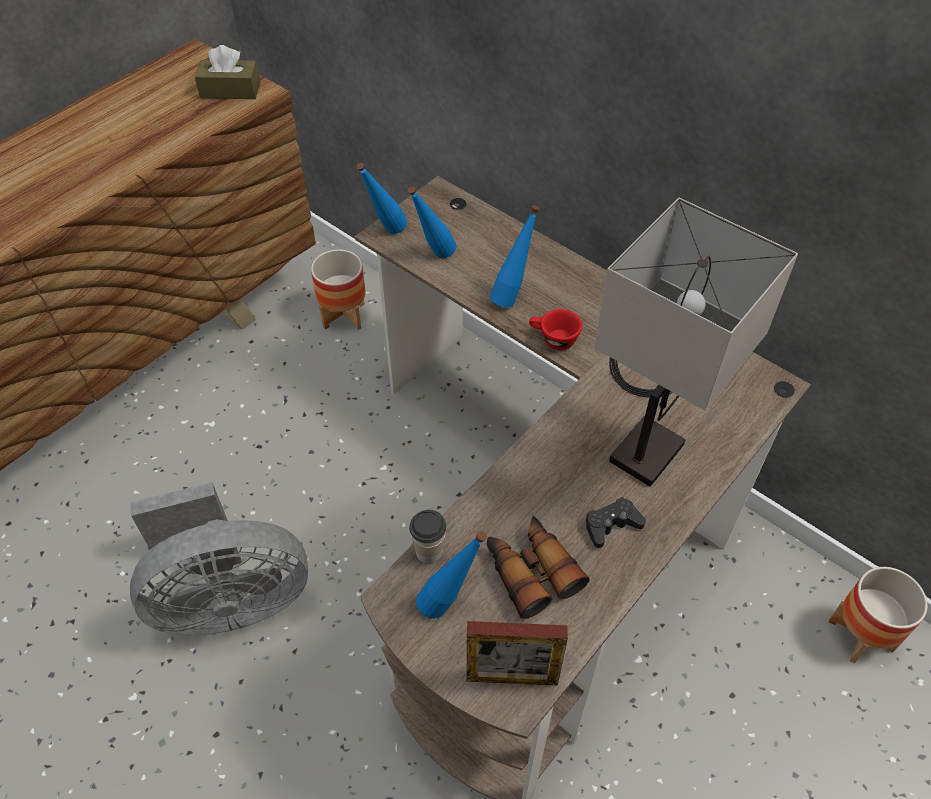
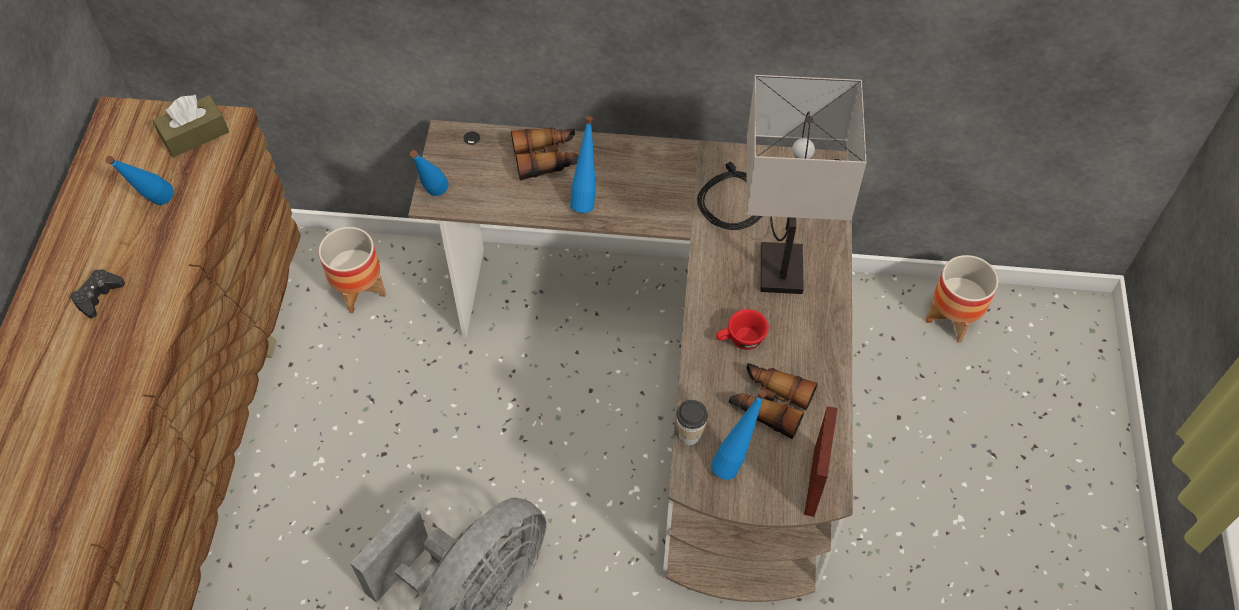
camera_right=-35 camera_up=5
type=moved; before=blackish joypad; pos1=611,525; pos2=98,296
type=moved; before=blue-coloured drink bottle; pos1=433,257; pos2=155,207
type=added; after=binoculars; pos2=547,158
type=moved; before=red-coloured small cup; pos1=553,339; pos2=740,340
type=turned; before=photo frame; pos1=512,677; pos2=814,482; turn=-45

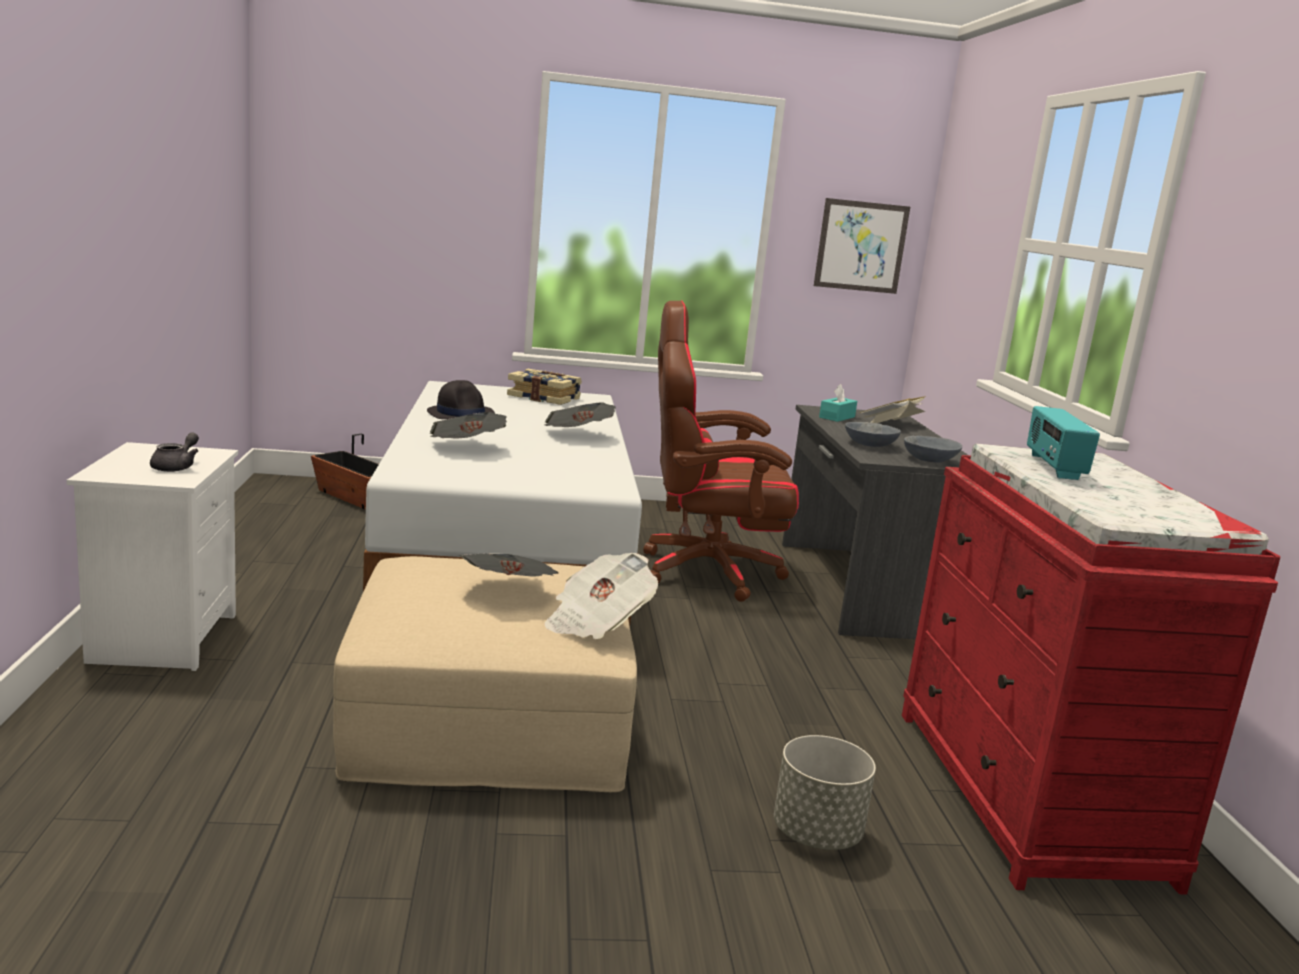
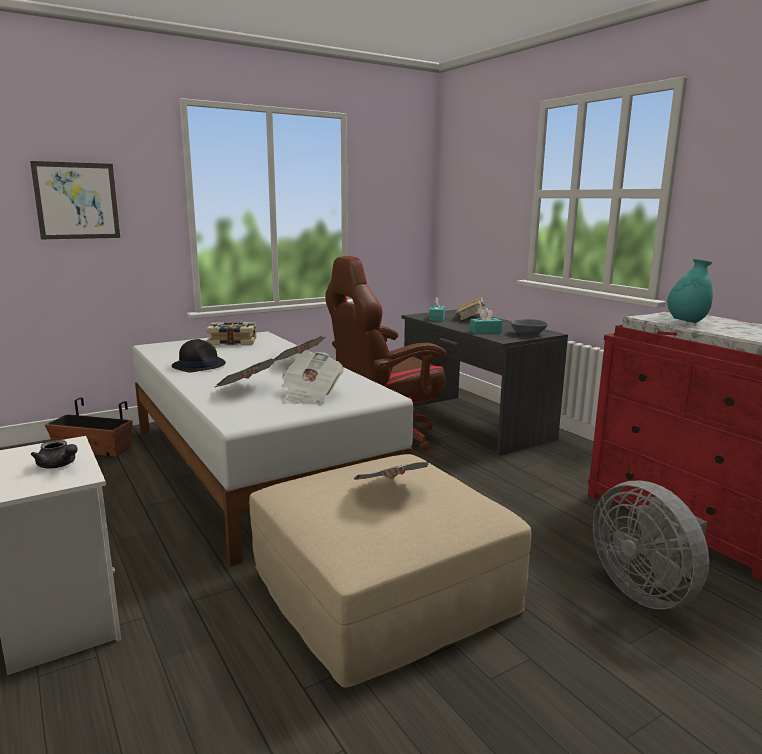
camera_right=-25 camera_up=0
type=moved; before=picture; pos1=861,246; pos2=77,201
type=turned; before=grey pot for tea; pos1=176,467; pos2=58,465; turn=135
type=moved; before=daily paper; pos1=597,622; pos2=310,395
type=replaced; before=grey serving bowl; after=turquoise-coloured box of tissues; pos1=869,445; pos2=485,331
type=replaced; before=grey plant pot; after=grey fan; pos1=817,835; pos2=646,591
type=replaced; before=radio; after=turquoise-coloured flower vase; pos1=1053,467; pos2=686,322

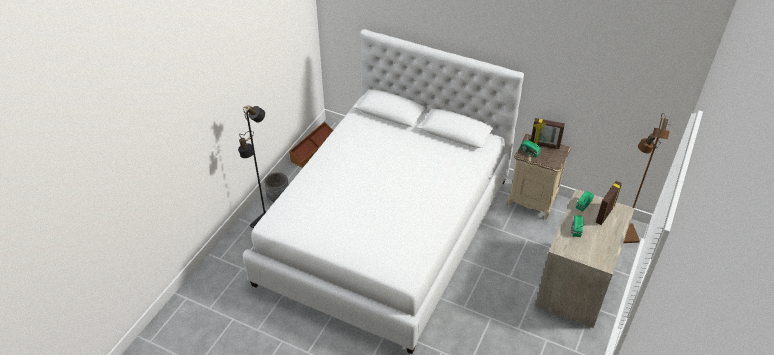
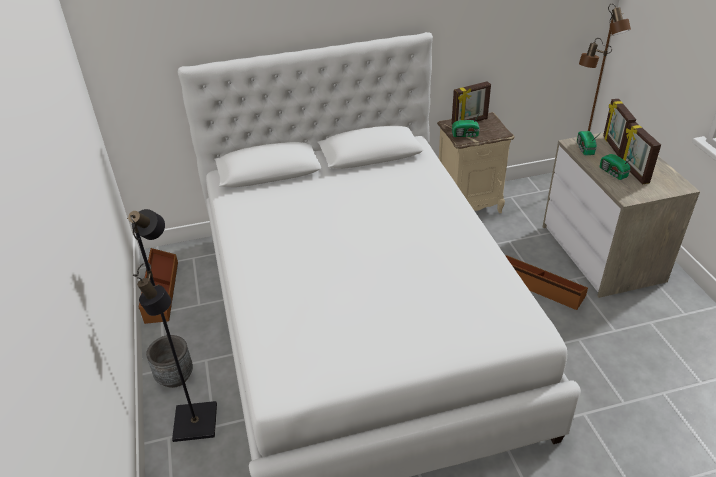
camera_right=-40 camera_up=-5
type=added; after=brownish storage box; pos2=538,286
type=added; after=photo frame; pos2=633,172

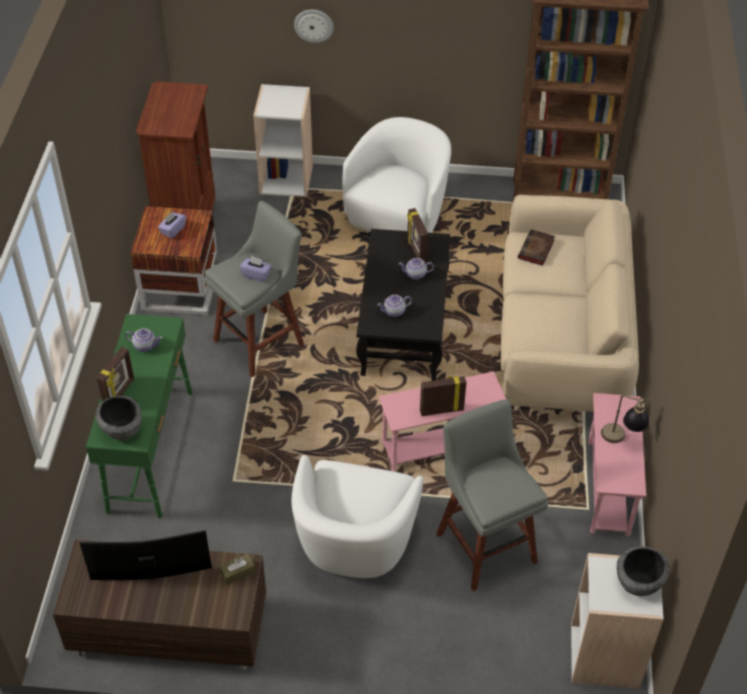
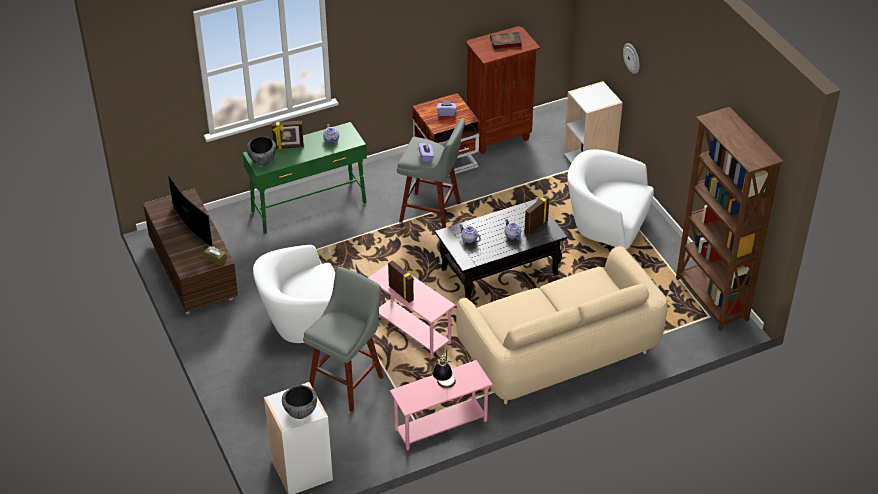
camera_right=60 camera_up=-5
type=moved; before=book; pos1=536,250; pos2=505,42
type=turned; before=white-coloured lounge chair; pos1=398,216; pos2=606,226; turn=-150

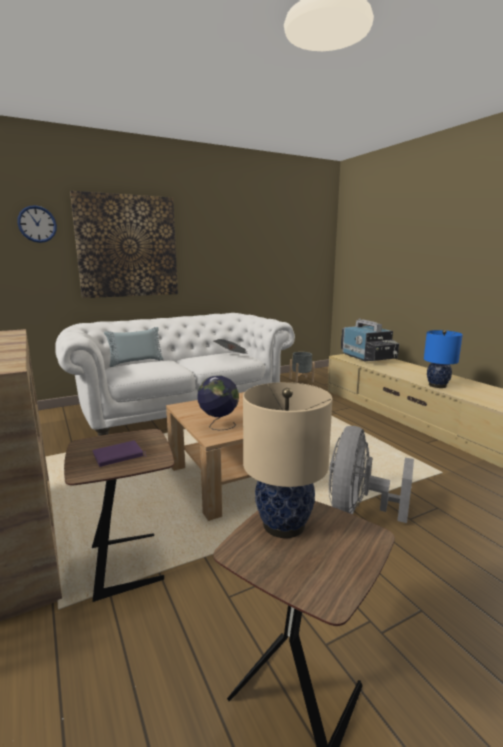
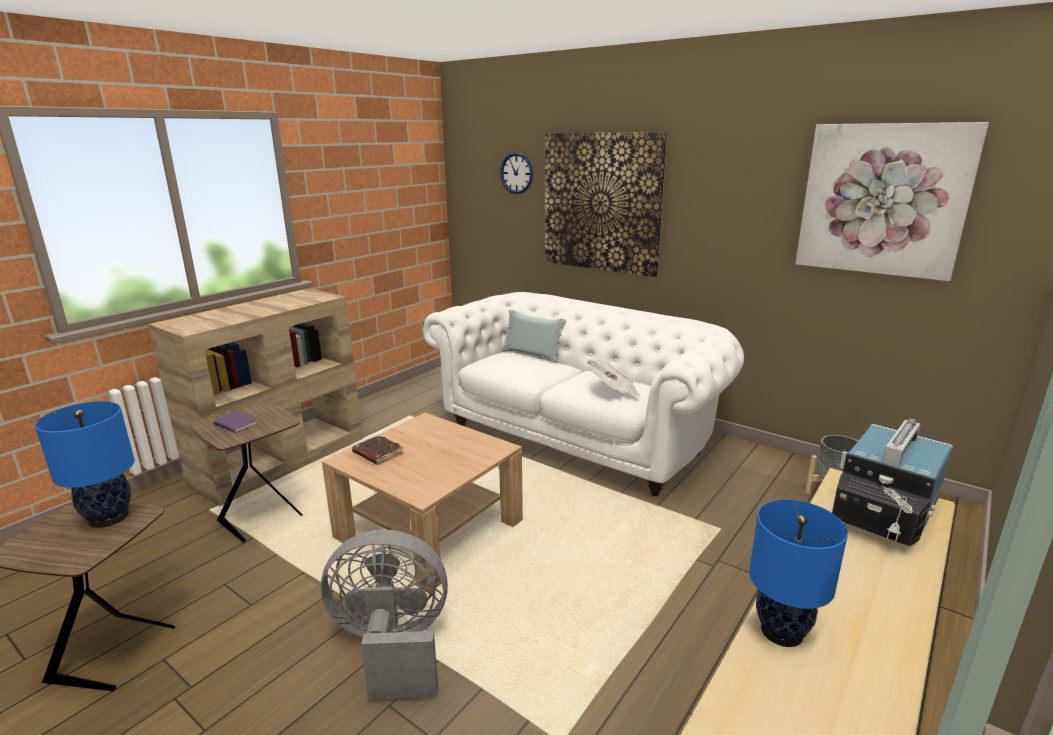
camera_right=65 camera_up=5
type=recoloured; before=sand-coloured lamp for a table; after=blue-coloured lamp for a table; pos1=283,524; pos2=109,517
type=replaced; before=desk globe; after=brownish book; pos1=218,426; pos2=377,453
type=added; after=picture; pos2=882,200

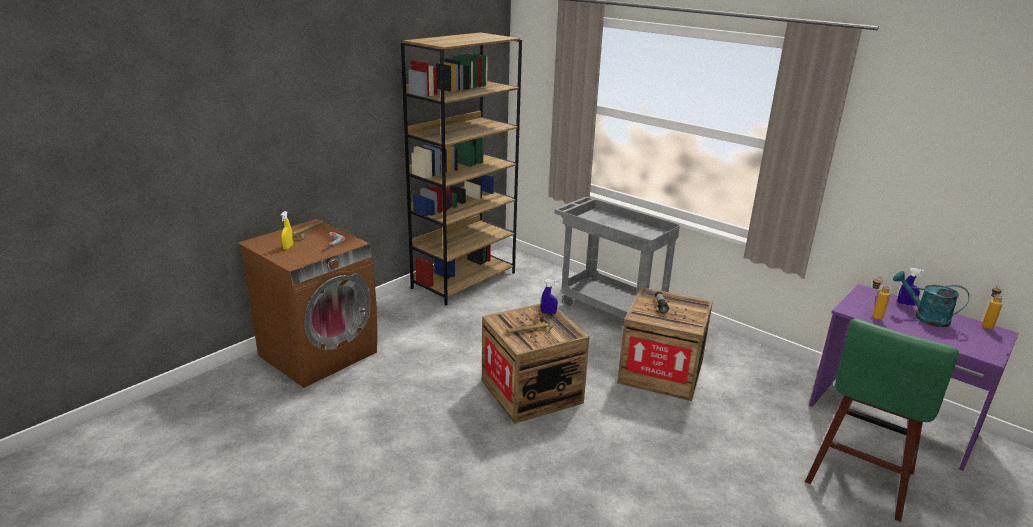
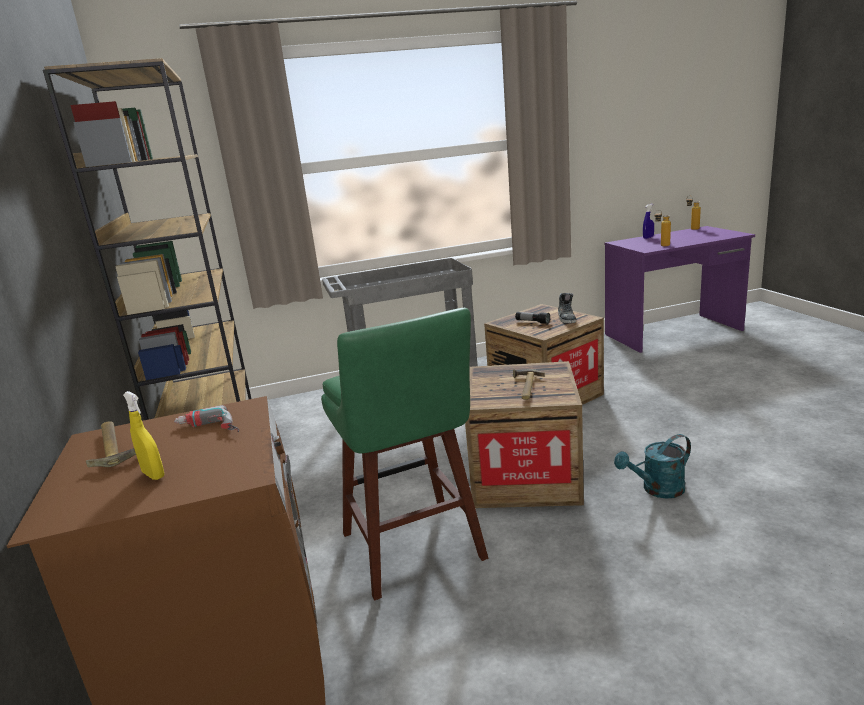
camera_right=-55 camera_up=-5
type=moved; before=greenish stool; pos1=858,479; pos2=414,549
type=added; after=shoe; pos2=566,318
type=moved; before=turquoise-coloured watering can; pos1=925,317; pos2=657,490
type=removed; before=blue-coloured sprayer; pos1=548,313

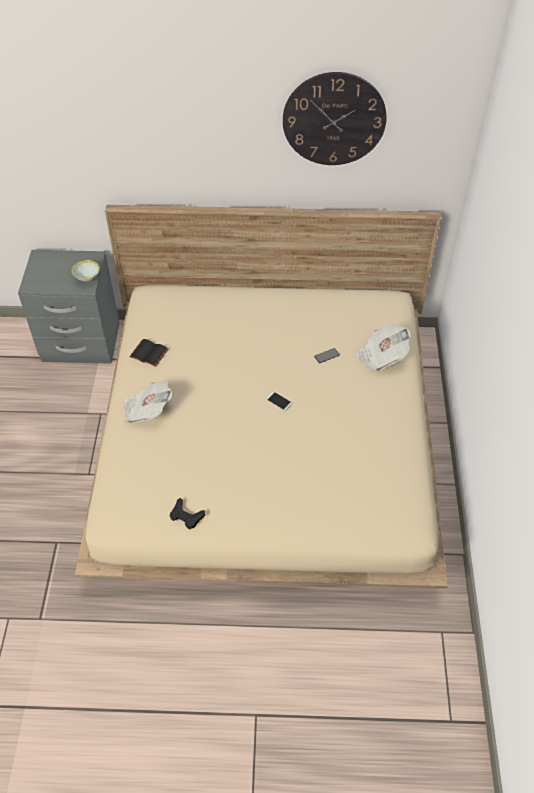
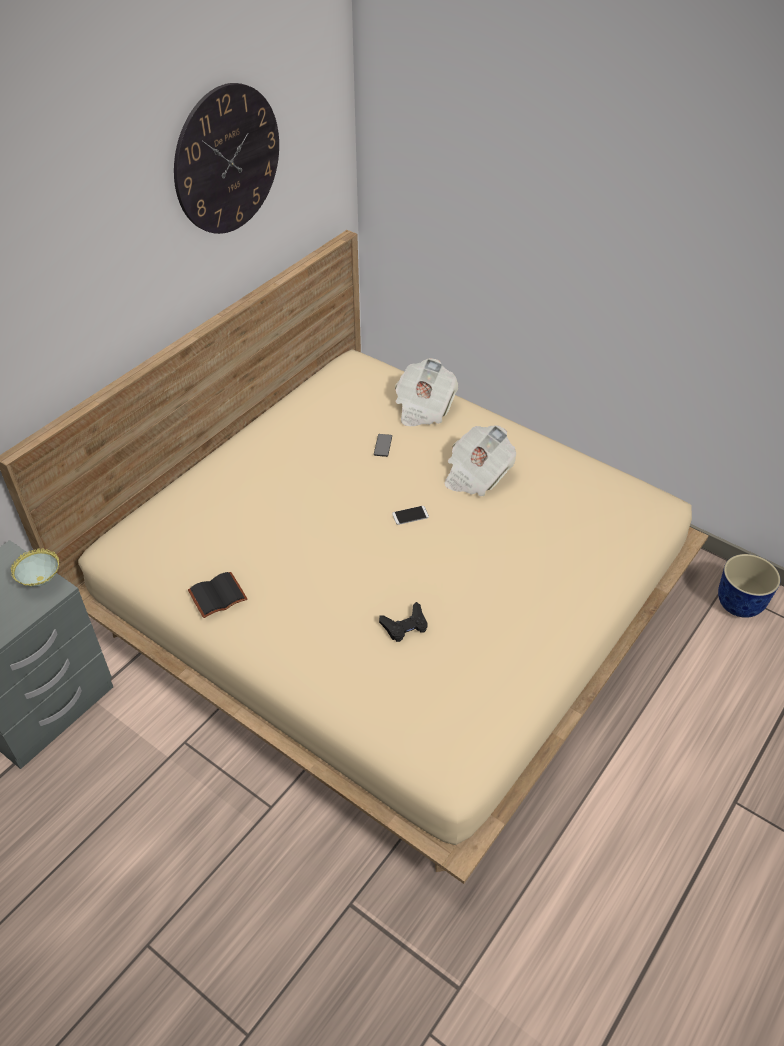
camera_right=-55 camera_up=-5
type=moved; before=blackish joypad; pos1=186,516; pos2=405,626
type=moved; before=daily paper; pos1=147,410; pos2=476,475
type=added; after=plant pot; pos2=739,604

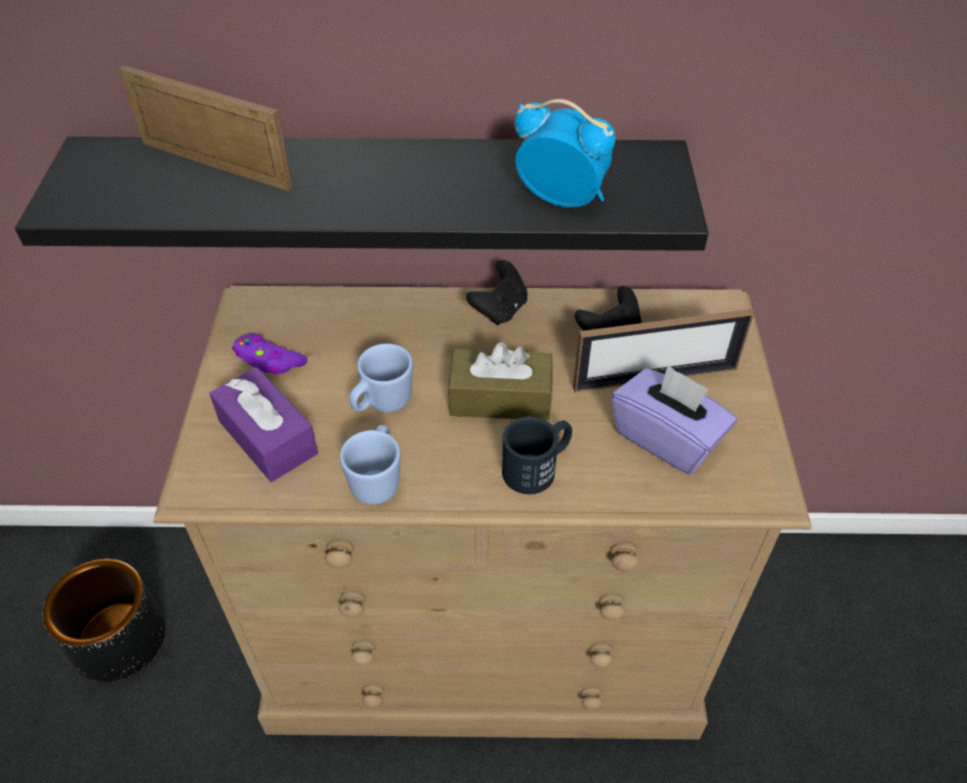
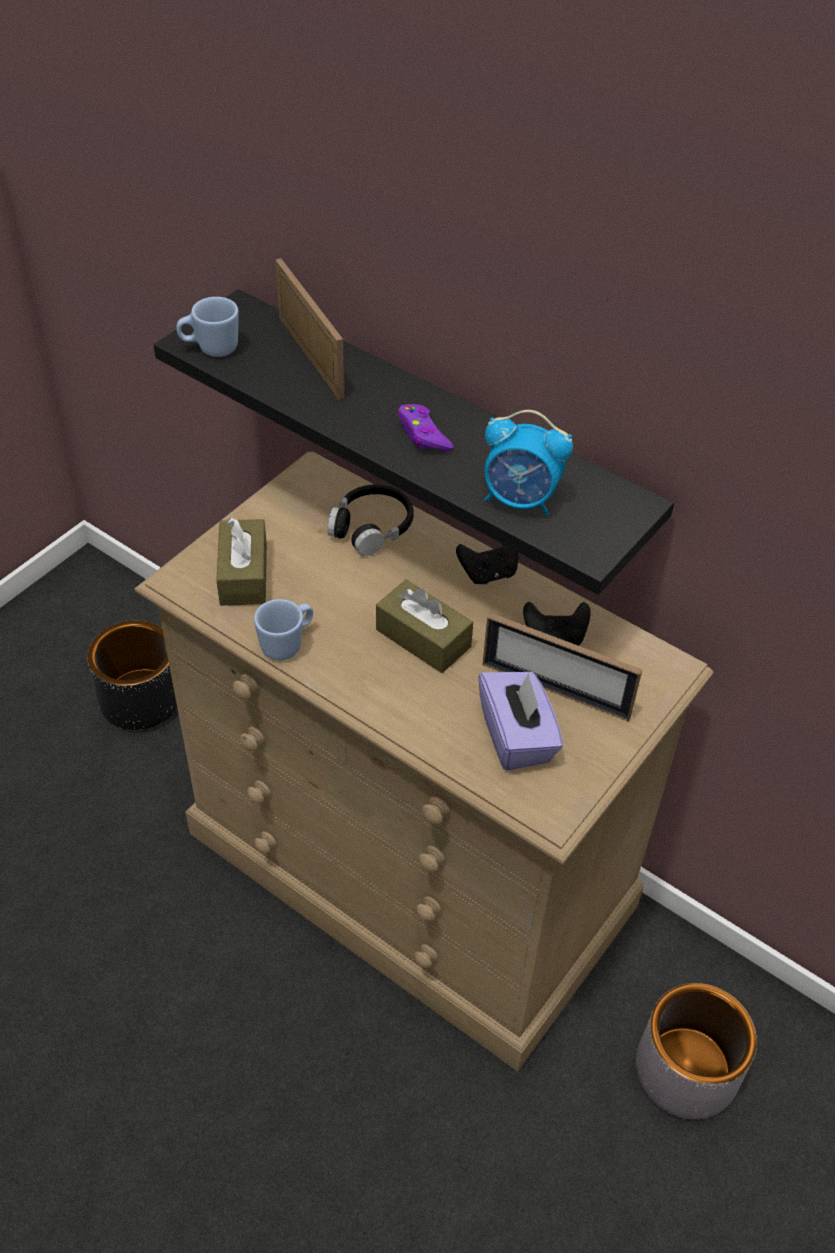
camera_right=35 camera_up=0
type=moved; before=blue-coloured tea mug; pos1=382,404; pos2=210,349
type=recoloured; before=purplish box of tissues; after=brownish box of tissues; pos1=267,437; pos2=243,574
type=added; after=blackish pair of headphones; pos2=371,527
type=moved; before=purplish joypad; pos1=269,360; pos2=423,435
type=turned; before=table clock; pos1=561,198; pos2=520,500; turn=135
type=added; after=grey plant pot; pos2=687,1071
type=removed; before=blackish tea mug; pos1=538,467

